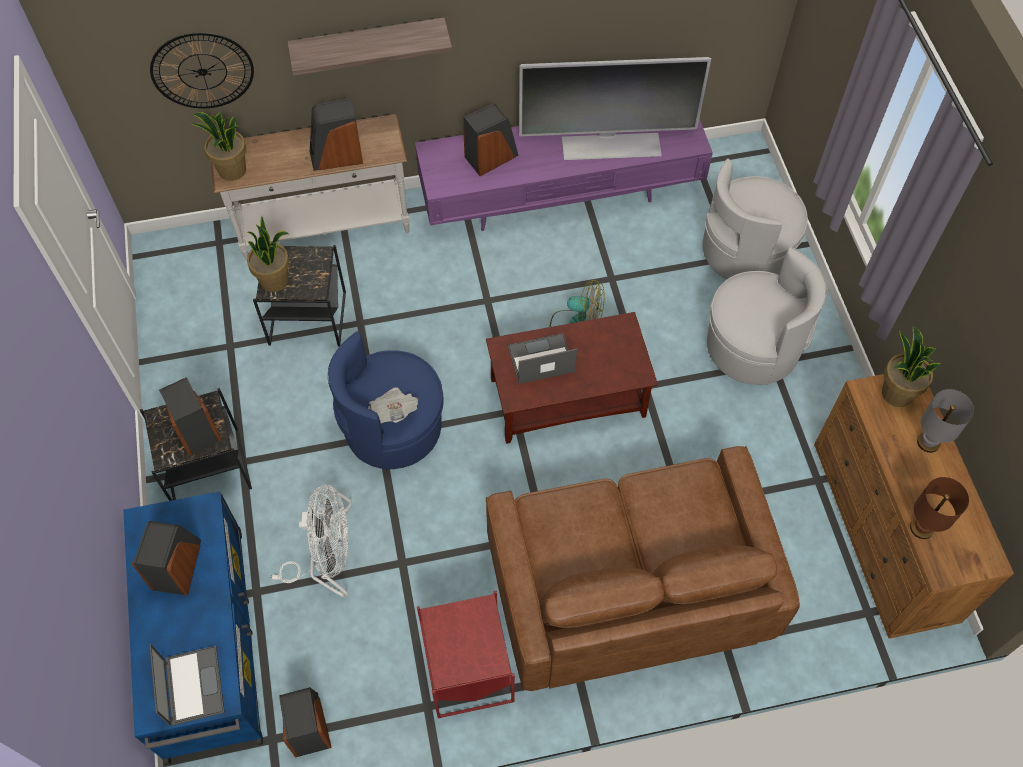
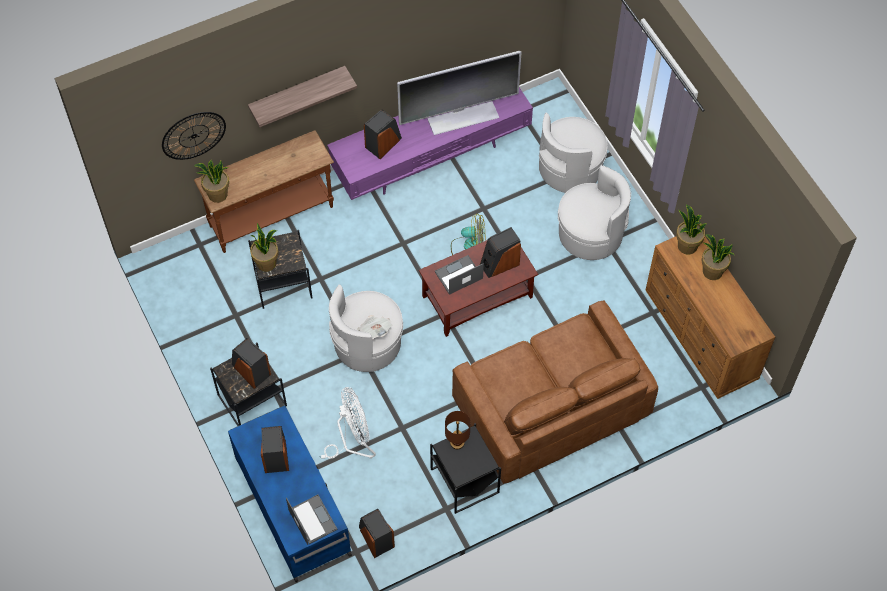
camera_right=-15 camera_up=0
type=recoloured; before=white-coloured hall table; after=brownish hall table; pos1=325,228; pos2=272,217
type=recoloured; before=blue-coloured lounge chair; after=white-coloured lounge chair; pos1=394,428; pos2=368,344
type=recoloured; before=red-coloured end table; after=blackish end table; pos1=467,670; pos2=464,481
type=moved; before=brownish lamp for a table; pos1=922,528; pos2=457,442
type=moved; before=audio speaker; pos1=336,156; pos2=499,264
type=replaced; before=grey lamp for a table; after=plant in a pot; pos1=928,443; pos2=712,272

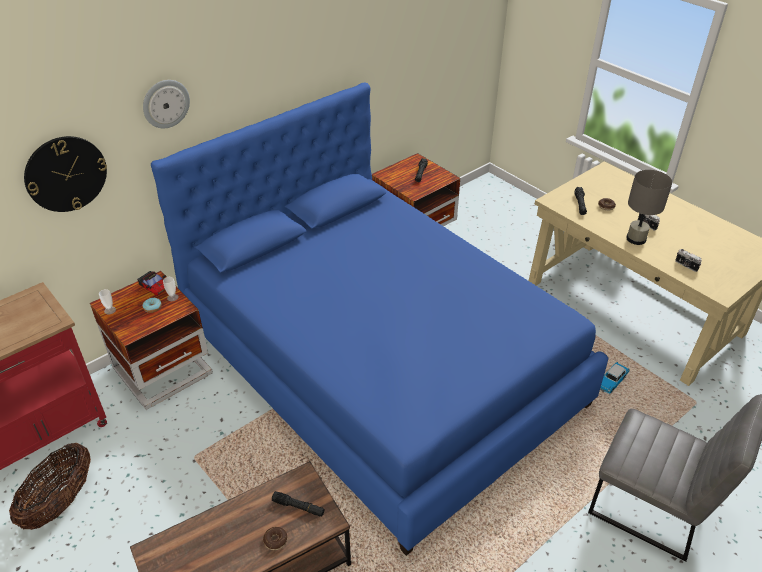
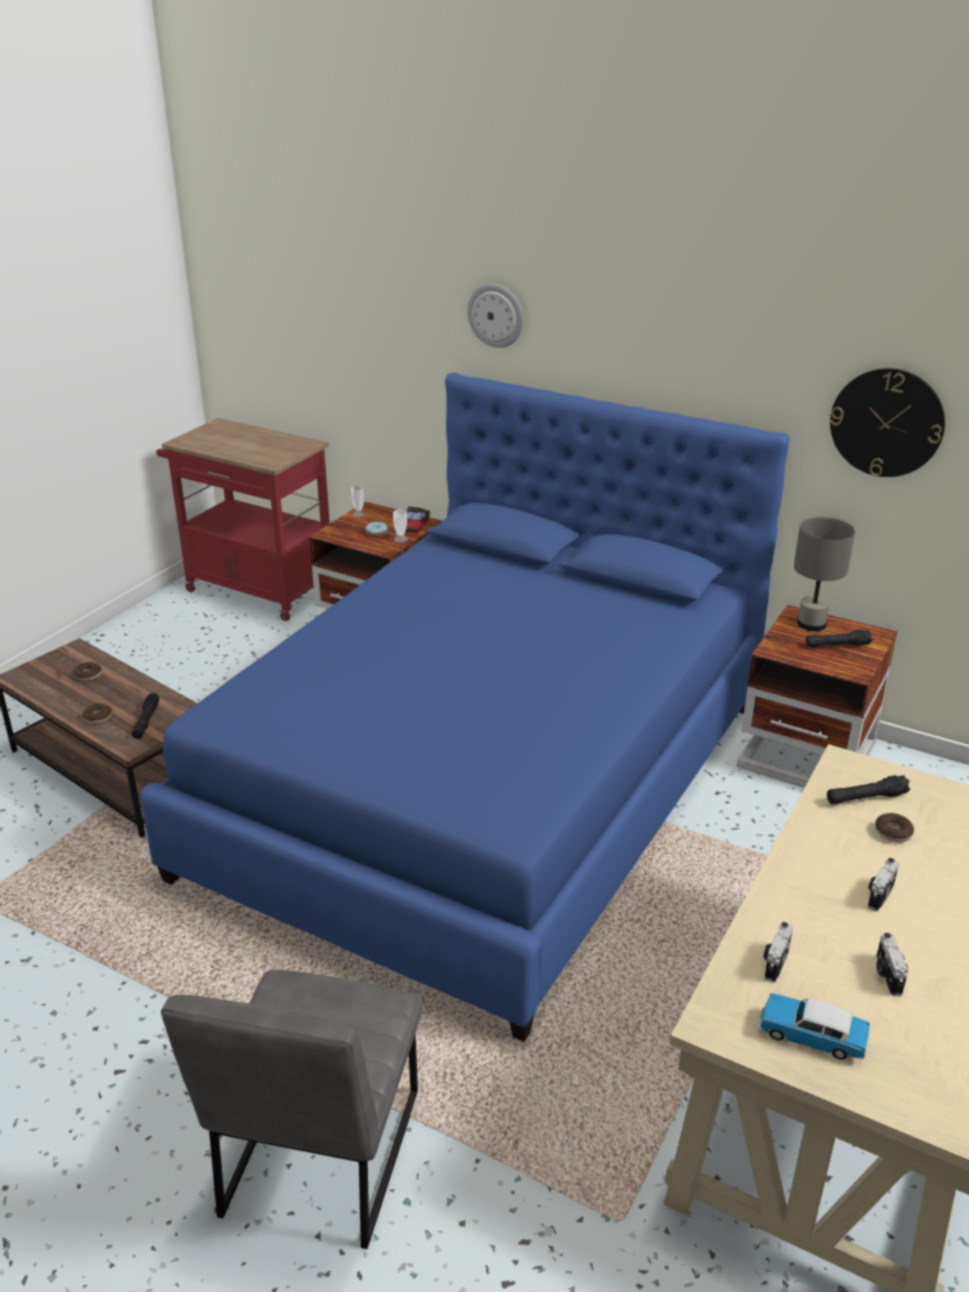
camera_right=70 camera_up=-10
type=added; after=ring doughnut; pos2=88,675
type=moved; before=miniature car; pos1=611,382; pos2=811,1036
type=moved; before=grey lamp for a table; pos1=636,239; pos2=811,624
type=moved; before=wall clock; pos1=66,174; pos2=886,422
type=added; after=photo camera; pos2=887,975
type=removed; before=household basket; pos1=61,502

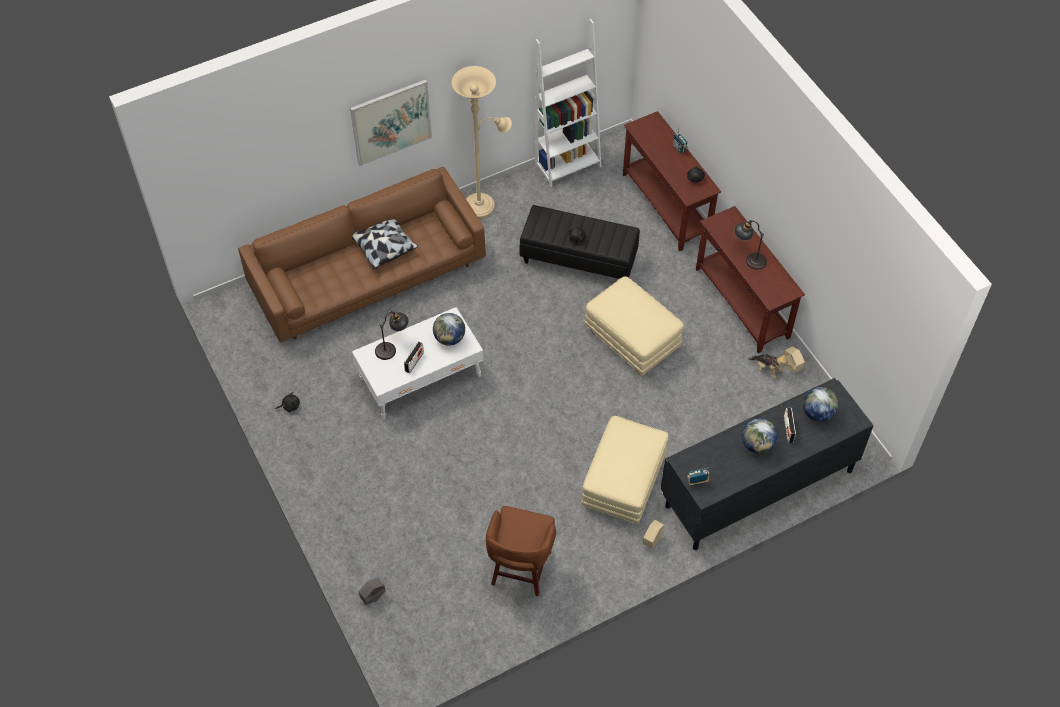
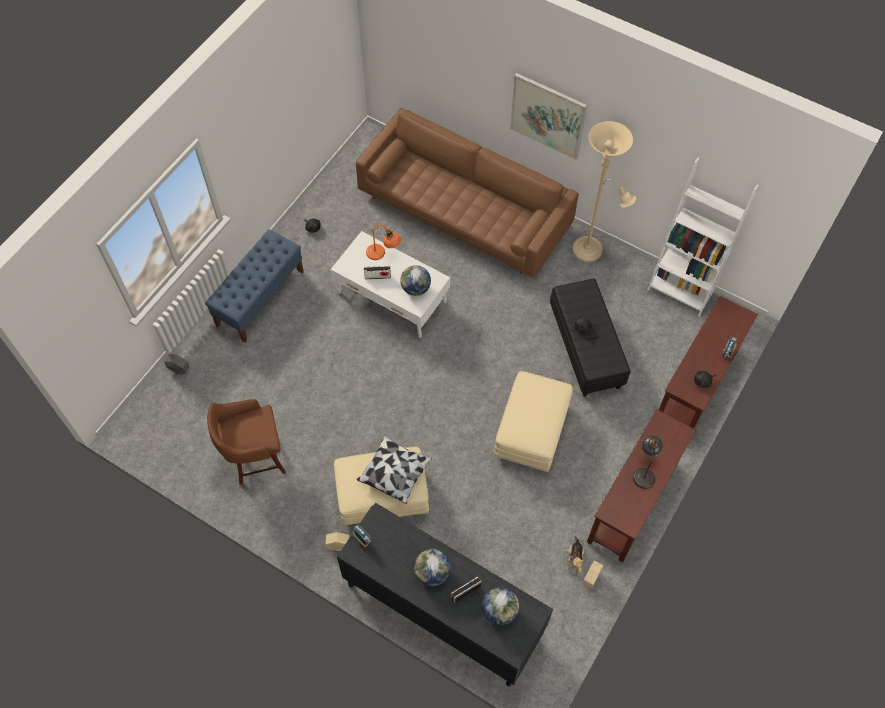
camera_right=60 camera_up=5
type=added; after=blue-coloured indoor bench; pos2=260,298
type=moved; before=cushion; pos1=383,247; pos2=395,473
type=recoloured; before=grey lamp for a table; after=orangey lamp for a table; pos1=392,345; pos2=383,254

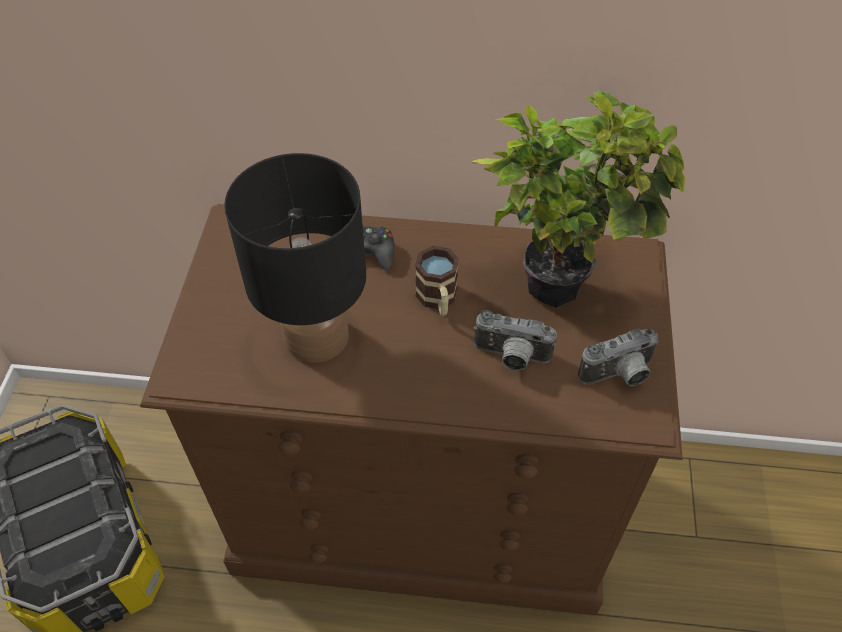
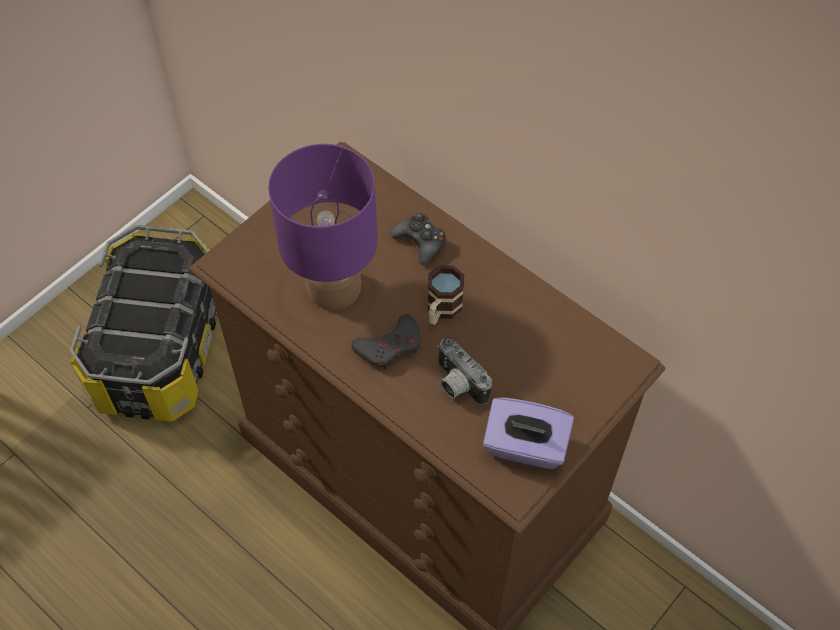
camera_right=35 camera_up=5
type=recoloured; before=blackish lamp for a table; after=purplish lamp for a table; pos1=316,338; pos2=333,288
type=added; after=grey joypad; pos2=389,346
type=replaced; before=photo camera; after=purplish box of tissues; pos1=619,376; pos2=525,447
type=removed; before=plant in a pot; pos1=561,280

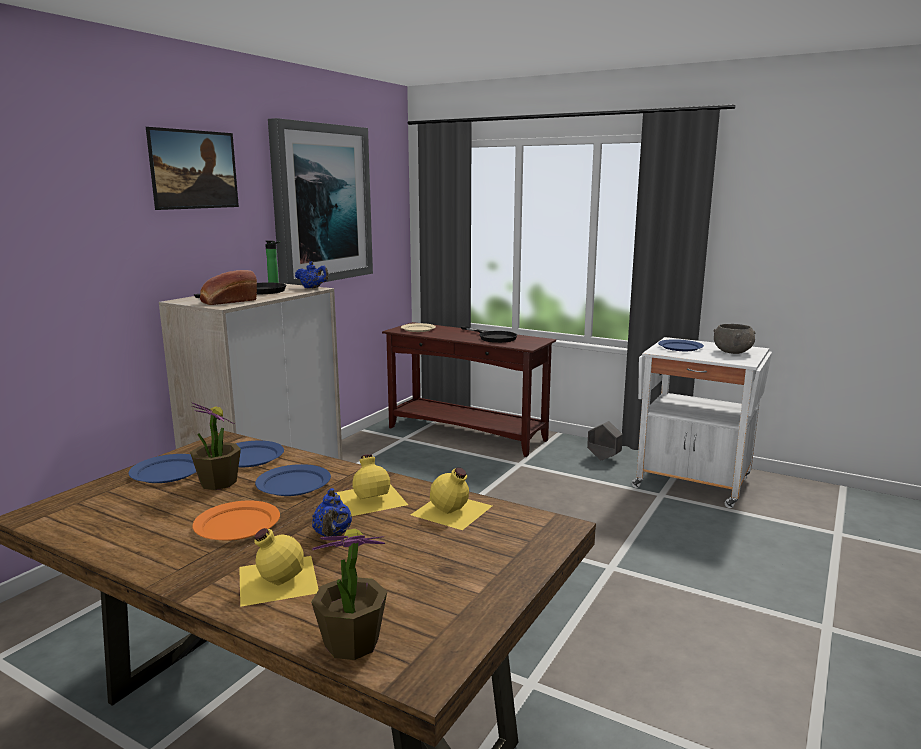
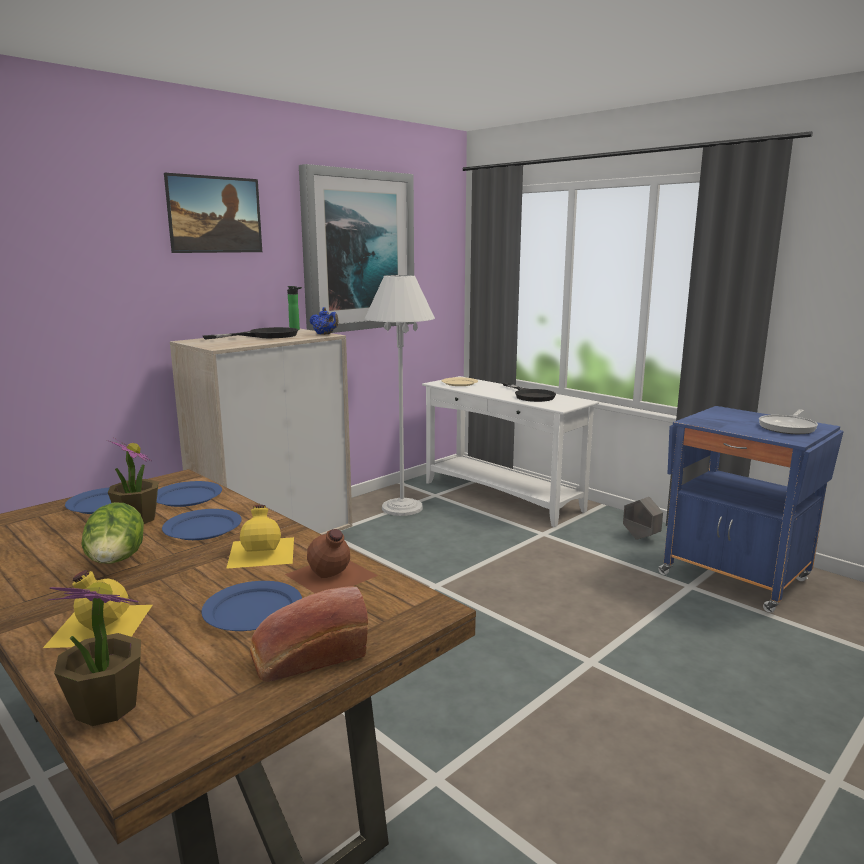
camera_right=15 camera_up=0
type=replaced; before=orangey flat dish; after=lettuce; pos1=237,524; pos2=116,562
type=moved; before=blue-coloured flat dish; pos1=680,347; pos2=253,611
type=moved; before=baked bread; pos1=228,301; pos2=307,658
type=recoloured; before=yellow-coloured drink bottle; after=brownish drink bottle; pos1=452,510; pos2=331,575
type=added; after=white-coloured standard lamp; pos2=402,507
type=recoloured; before=brownish hall table; after=white-coloured hall table; pos1=467,434; pos2=503,496
type=recoloured; before=white-coloured wheeled cart; after=blue-coloured wheeled cart; pos1=694,484; pos2=736,579
type=replaced; before=grey serving bowl; after=pan; pos1=733,352; pos2=788,427
type=removed; before=blue-coloured pot for tea; pos1=332,535

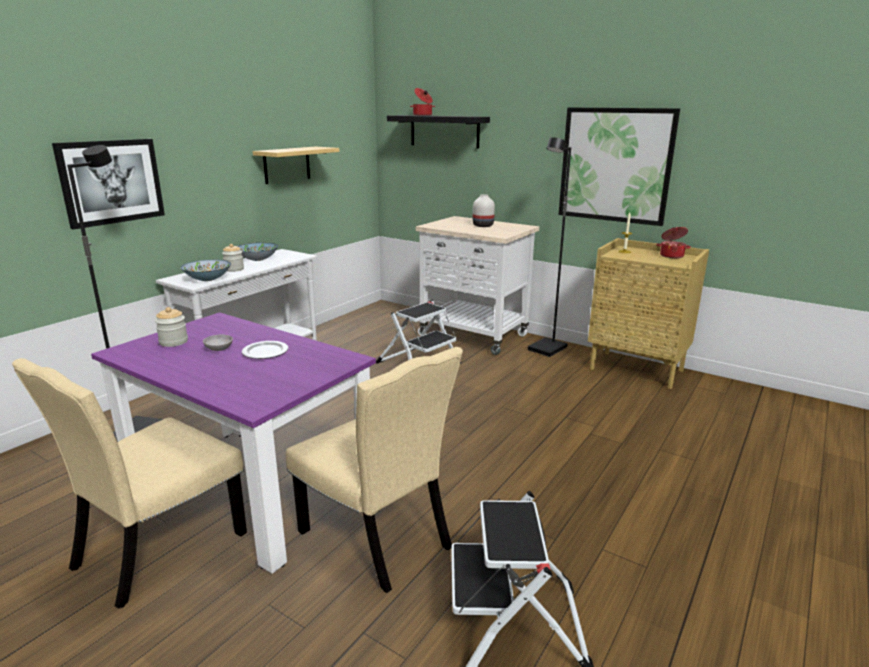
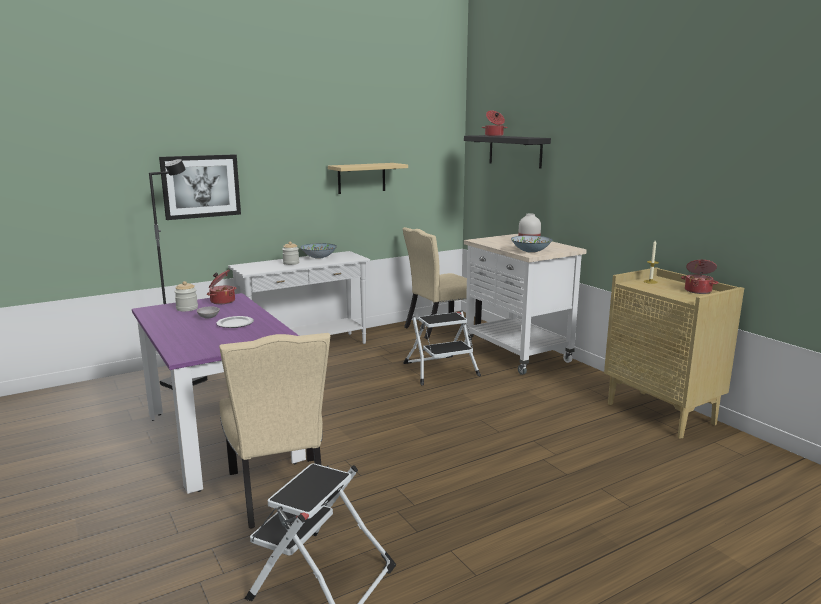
camera_right=25 camera_up=-5
type=added; after=cooking pot; pos2=222,301
type=moved; before=sand-coloured plain chair; pos1=162,546; pos2=442,328
type=moved; before=serving bowl; pos1=208,279; pos2=531,251
type=removed; before=blackish standard lamp; pos1=548,349
type=removed; before=picture; pos1=615,165

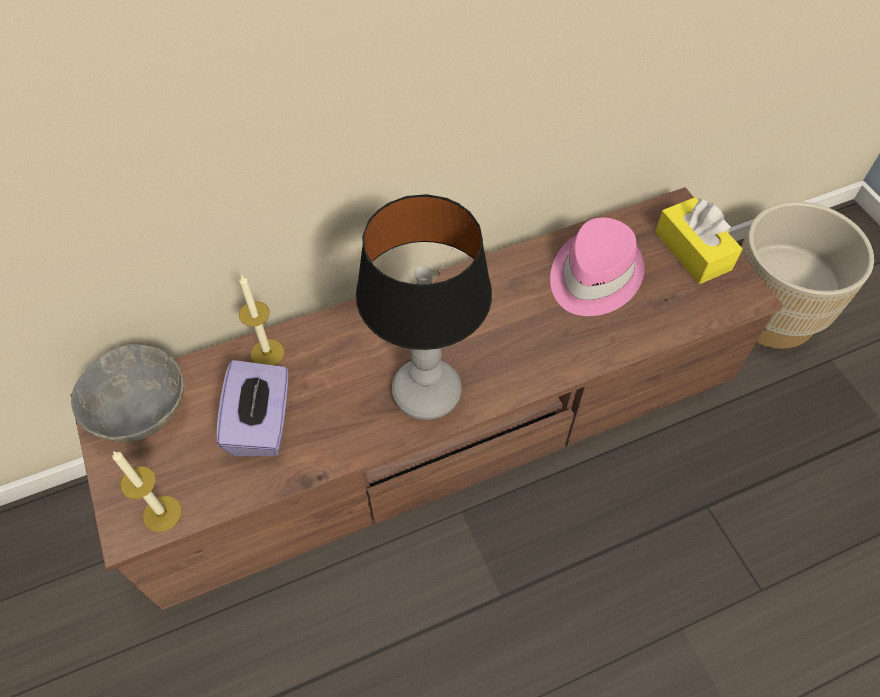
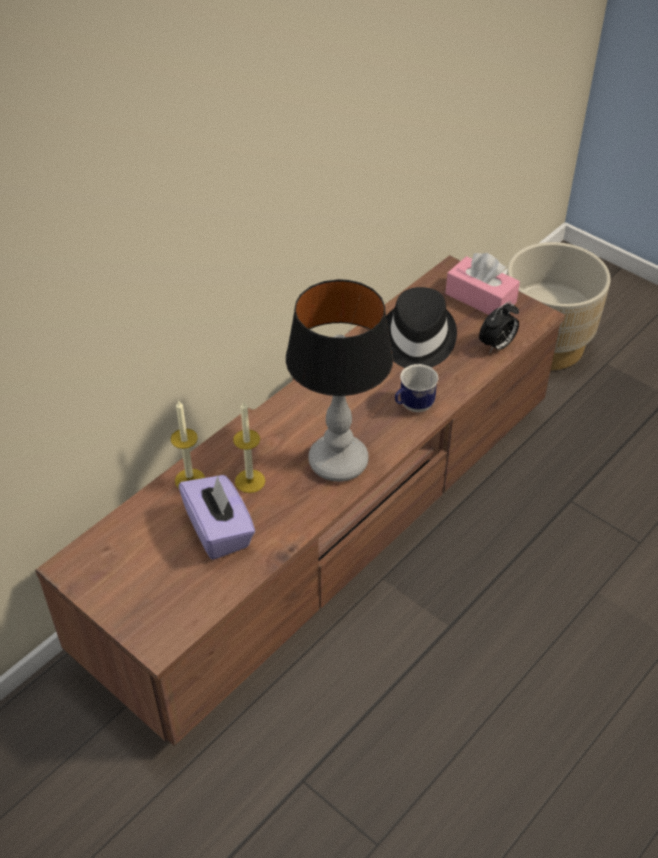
camera_right=-25 camera_up=-10
type=moved; before=candle; pos1=162,513; pos2=250,481
type=recoloured; before=pink-coloured clothing hat; after=blackish clothing hat; pos1=593,276; pos2=417,339
type=added; after=tea mug; pos2=412,407
type=recoloured; before=yellow-coloured box of tissues; after=pink-coloured box of tissues; pos1=692,251; pos2=480,298
type=added; after=table clock; pos2=497,346
type=removed; before=grey serving bowl; pos1=142,413

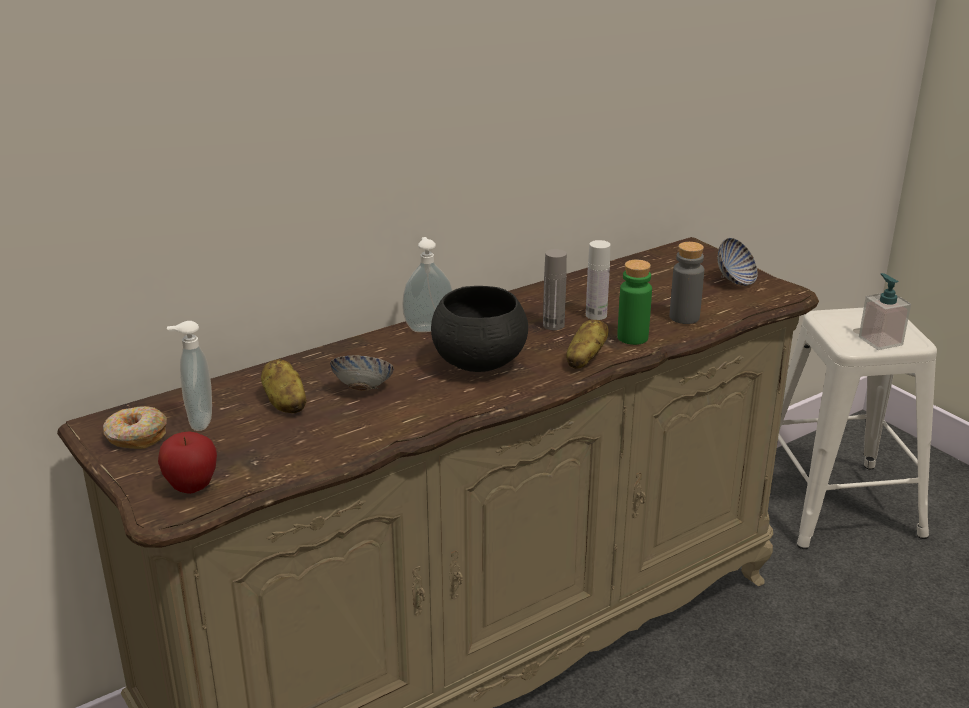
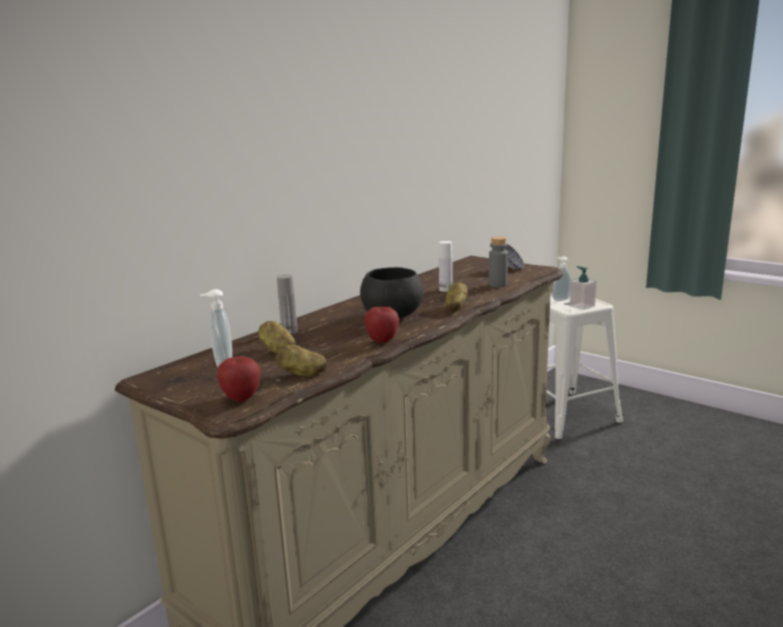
camera_right=-15 camera_up=-10
type=added; after=whole potato; pos2=302,373
type=moved; before=grey drink bottle; pos1=553,325; pos2=289,331
type=added; after=apple fruit; pos2=382,341
type=moved; before=soap dispenser; pos1=428,328; pos2=560,299
type=removed; before=ring doughnut; pos1=136,437
type=removed; before=serving bowl; pos1=363,389
type=removed; before=greenish drink bottle; pos1=632,337

